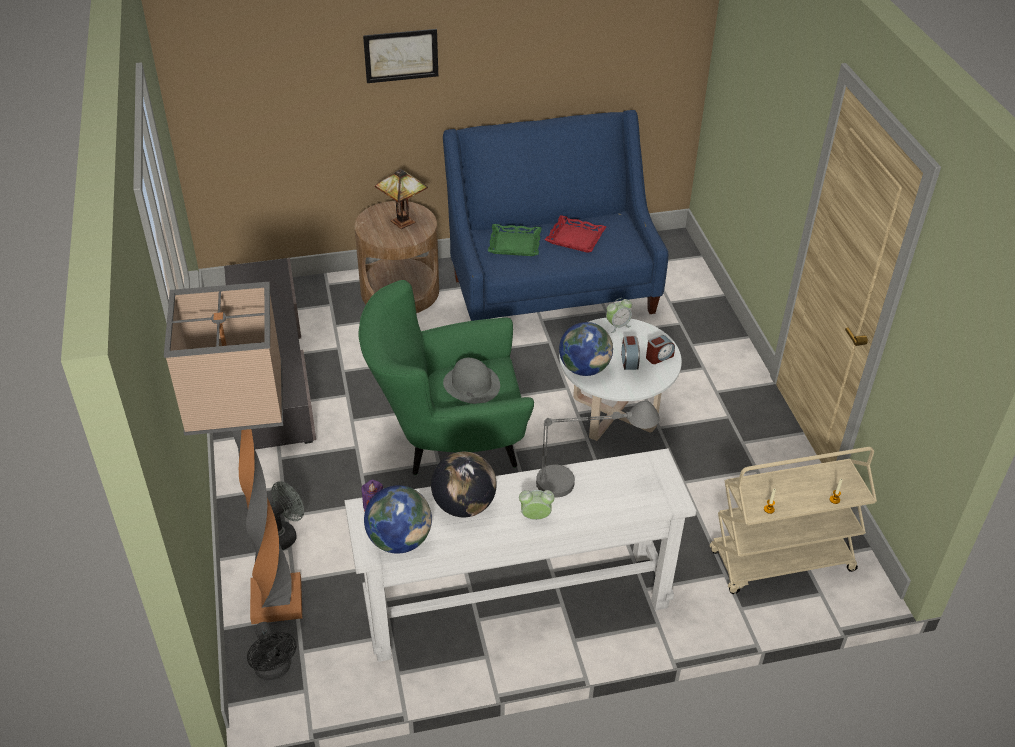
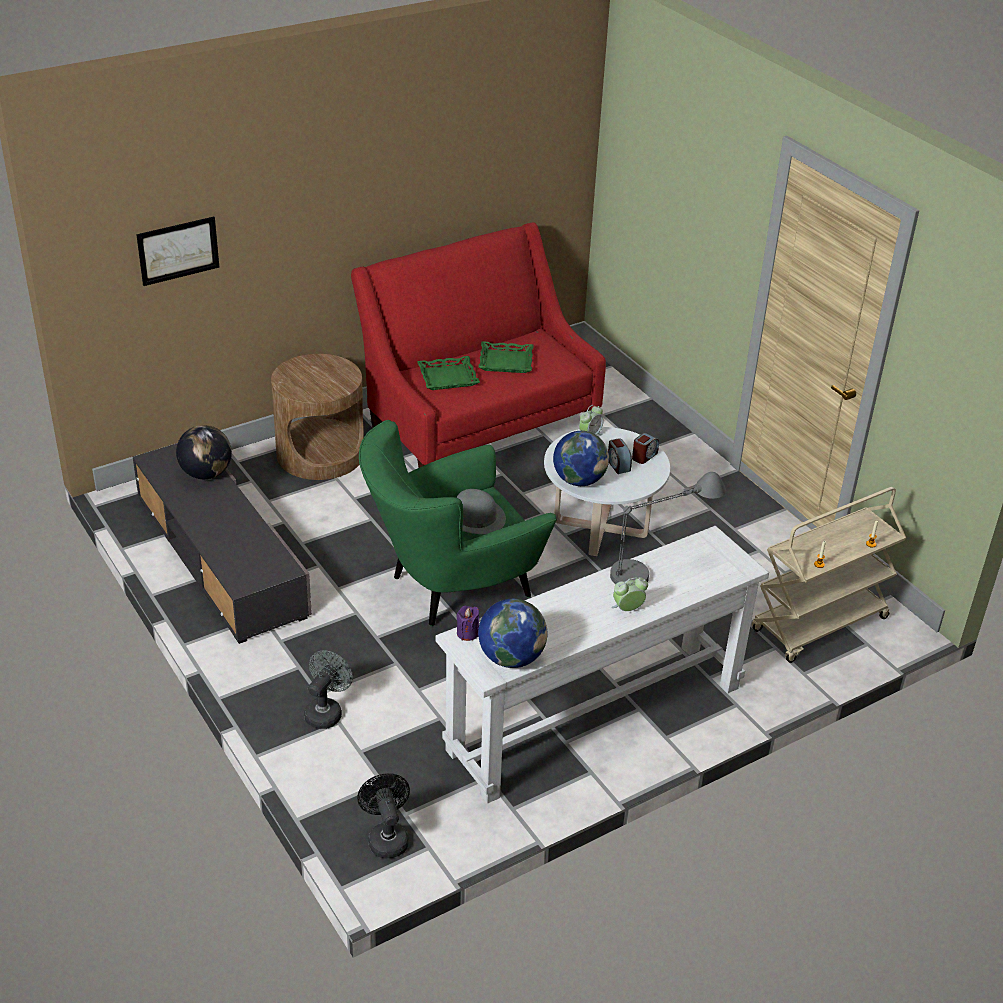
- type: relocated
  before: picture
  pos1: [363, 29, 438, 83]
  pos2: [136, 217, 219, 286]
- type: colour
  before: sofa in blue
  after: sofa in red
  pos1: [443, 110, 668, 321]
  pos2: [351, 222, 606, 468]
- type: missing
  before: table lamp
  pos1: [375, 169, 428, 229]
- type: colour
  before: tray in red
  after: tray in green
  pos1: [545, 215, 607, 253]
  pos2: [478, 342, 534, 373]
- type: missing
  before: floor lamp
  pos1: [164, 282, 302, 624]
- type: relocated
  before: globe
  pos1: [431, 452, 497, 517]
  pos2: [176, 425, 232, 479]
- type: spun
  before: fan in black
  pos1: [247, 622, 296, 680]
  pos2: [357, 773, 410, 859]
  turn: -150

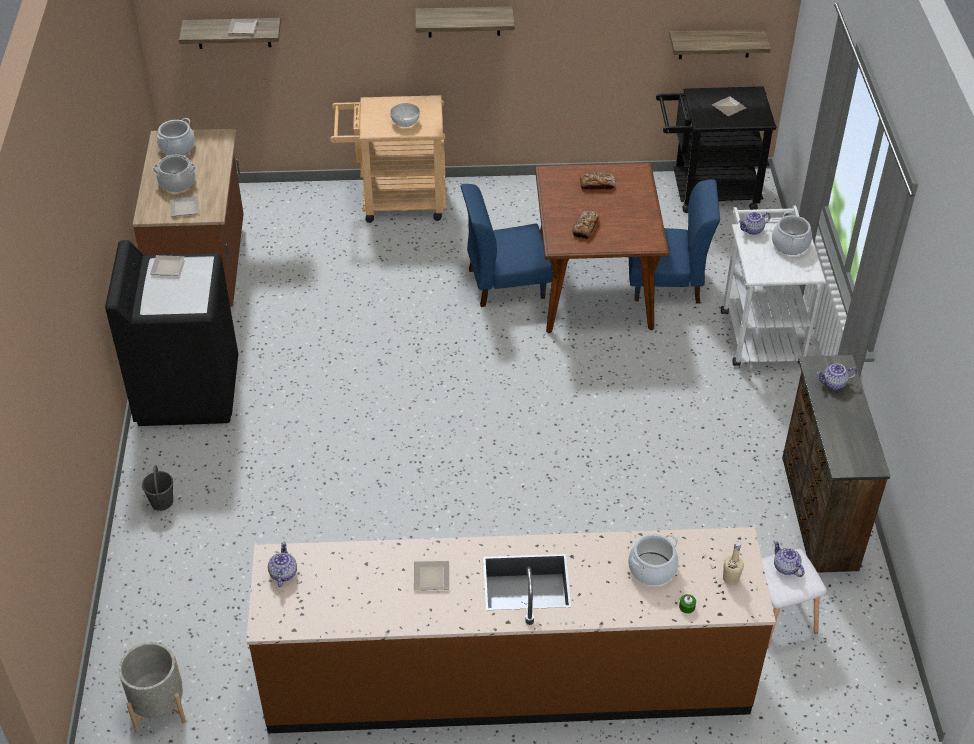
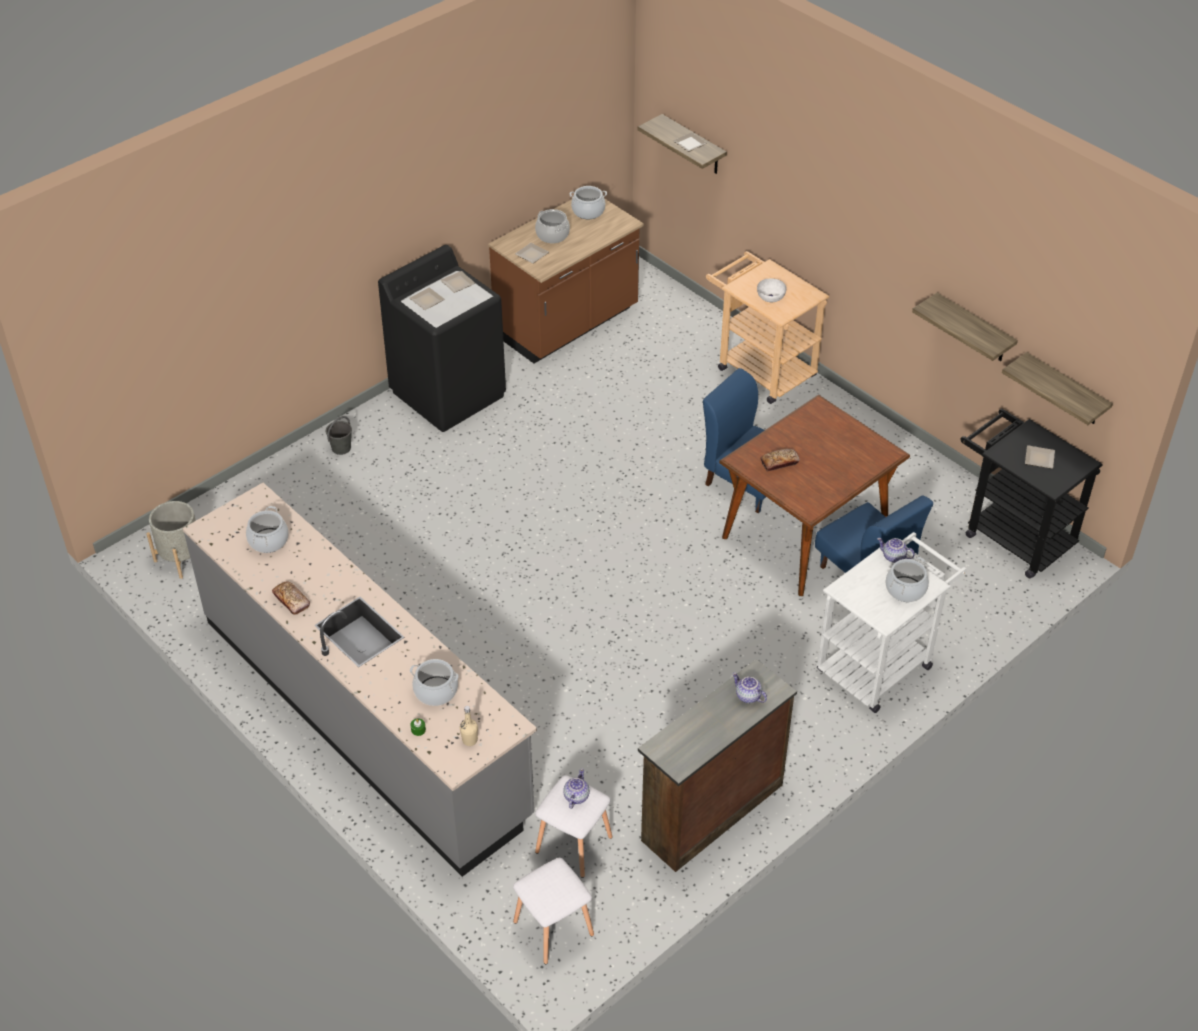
- type: relocated
  before: shelf
  pos1: [415, 6, 515, 38]
  pos2: [912, 293, 1018, 361]
- type: relocated
  before: bread
  pos1: [580, 172, 615, 190]
  pos2: [272, 581, 310, 615]
- type: colour
  before: counter in brown
  after: counter in grey
  pos1: [246, 527, 776, 734]
  pos2: [182, 483, 537, 877]
- type: missing
  before: teapot
  pos1: [268, 542, 297, 587]
- type: relocated
  before: plate
  pos1: [414, 561, 449, 590]
  pos2: [410, 287, 445, 310]
- type: appeared
  after: cooking pot
  pos2: [246, 506, 289, 553]
- type: appeared
  after: stool in white
  pos2: [513, 858, 594, 964]

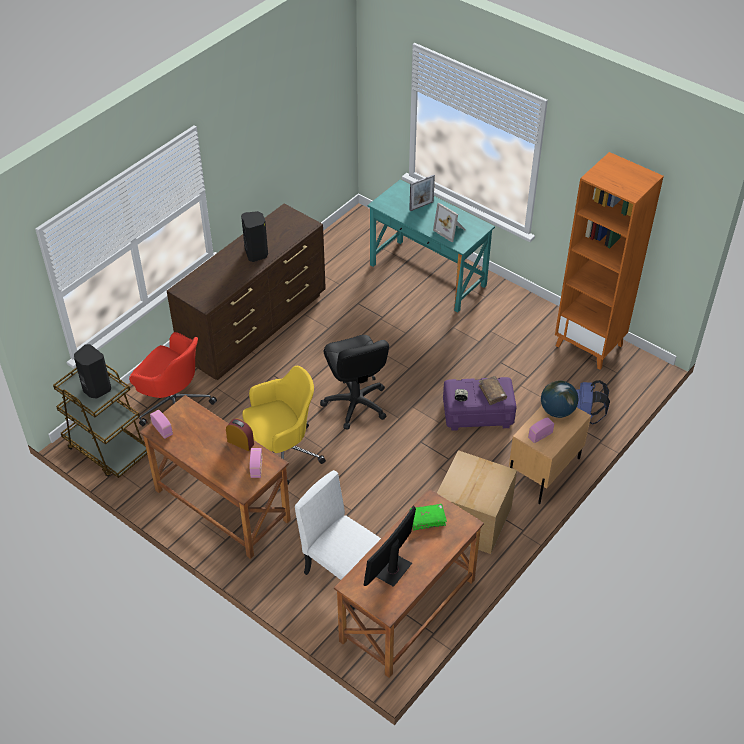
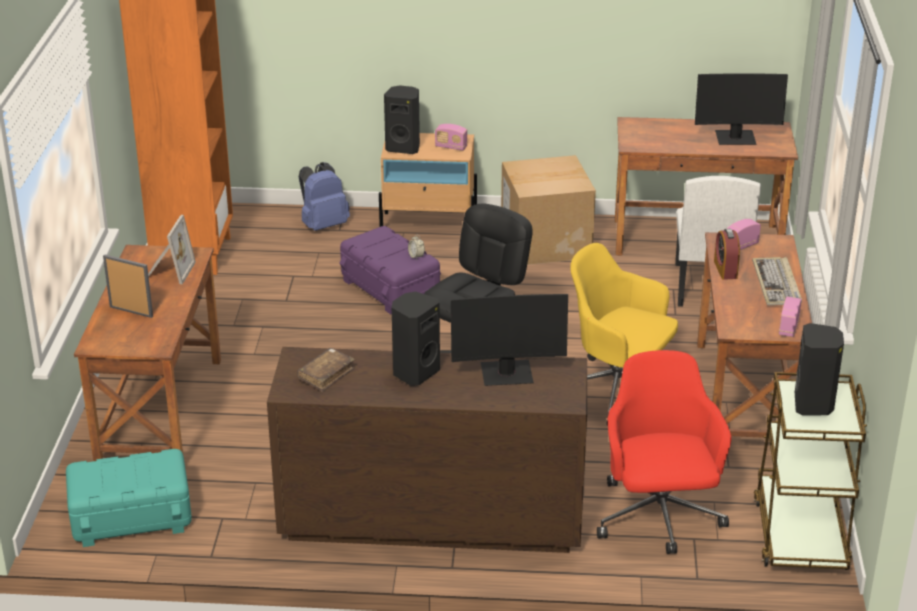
- type: colour
  before: desk in turquoise
  after: desk in brown
  pos1: [368, 179, 495, 312]
  pos2: [74, 245, 221, 461]
- type: relocated
  before: book in brown
  pos1: [479, 376, 507, 405]
  pos2: [297, 348, 355, 392]
- type: exchanged
  before: globe
  after: speaker in black
  pos1: [541, 381, 578, 418]
  pos2: [384, 85, 420, 154]
- type: missing
  before: book in green
  pos1: [410, 504, 447, 530]
- type: appeared
  after: keyboard
  pos2: [752, 257, 802, 306]
- type: appeared
  after: monitor
  pos2: [451, 294, 568, 386]
- type: appeared
  after: storage box in turquoise
  pos2: [66, 449, 192, 547]

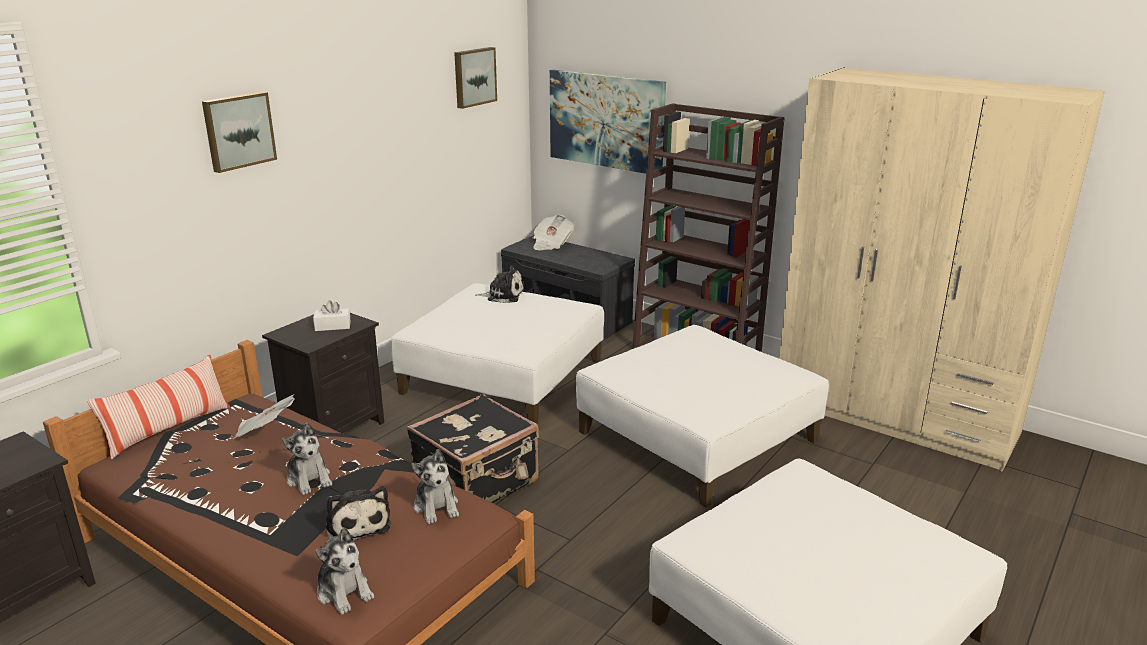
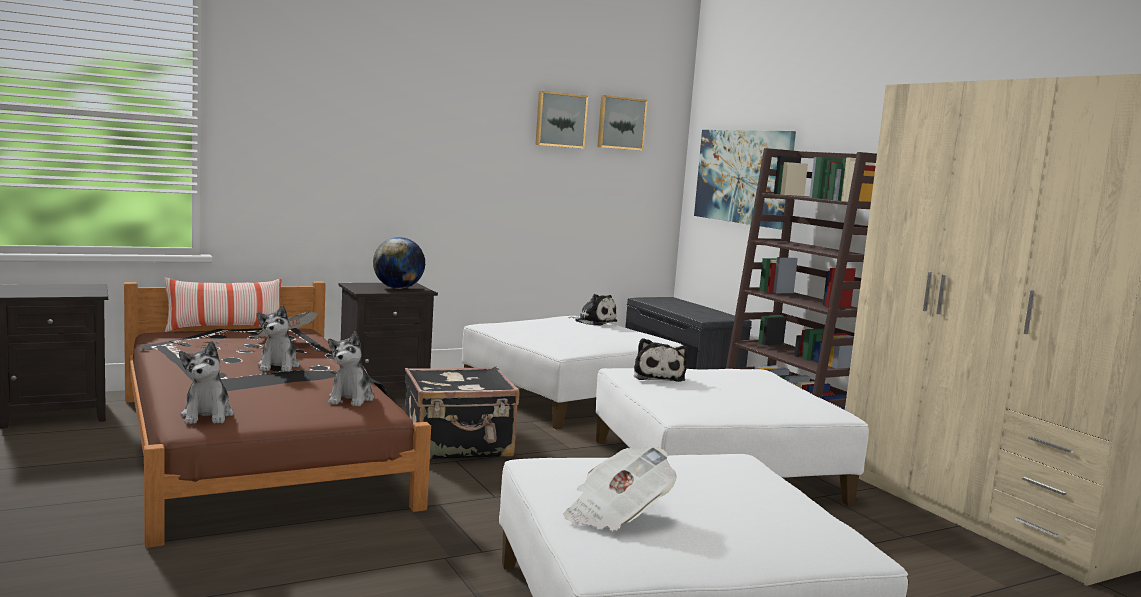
- type: relocated
  before: picture
  pos1: [202, 92, 277, 173]
  pos2: [535, 91, 588, 149]
- type: relocated
  before: newspaper
  pos1: [533, 215, 574, 250]
  pos2: [563, 447, 677, 531]
- type: exchanged
  before: tissue box in white
  after: globe
  pos1: [313, 300, 351, 331]
  pos2: [373, 237, 425, 289]
- type: relocated
  before: plush toy
  pos1: [325, 486, 391, 540]
  pos2: [634, 338, 688, 382]

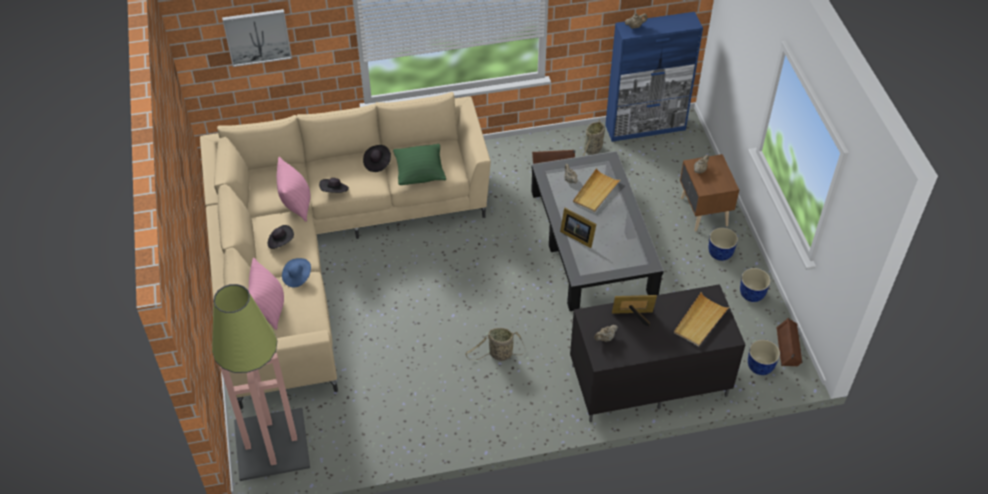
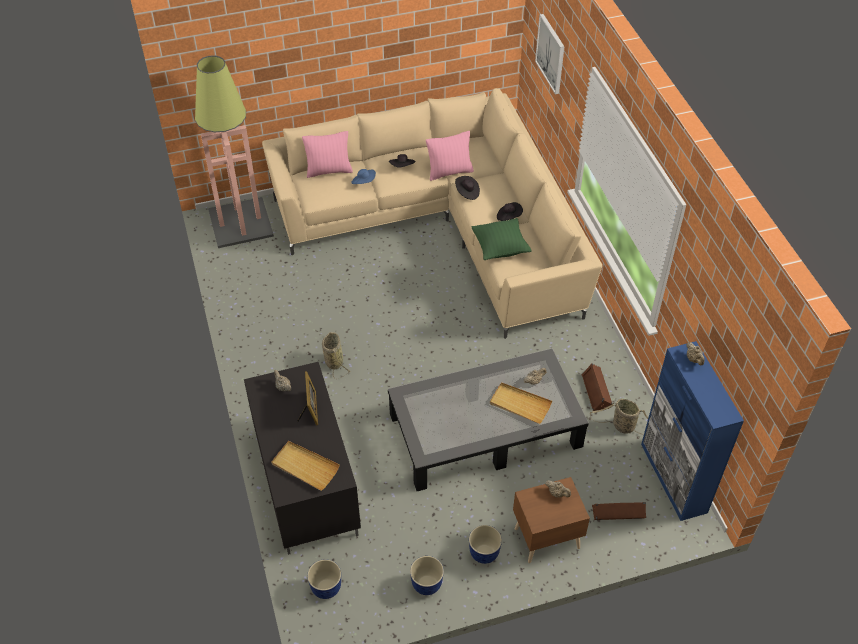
- type: missing
  before: picture frame
  pos1: [560, 208, 596, 248]
- type: relocated
  before: speaker in brown
  pos1: [776, 317, 803, 366]
  pos2: [592, 502, 646, 520]

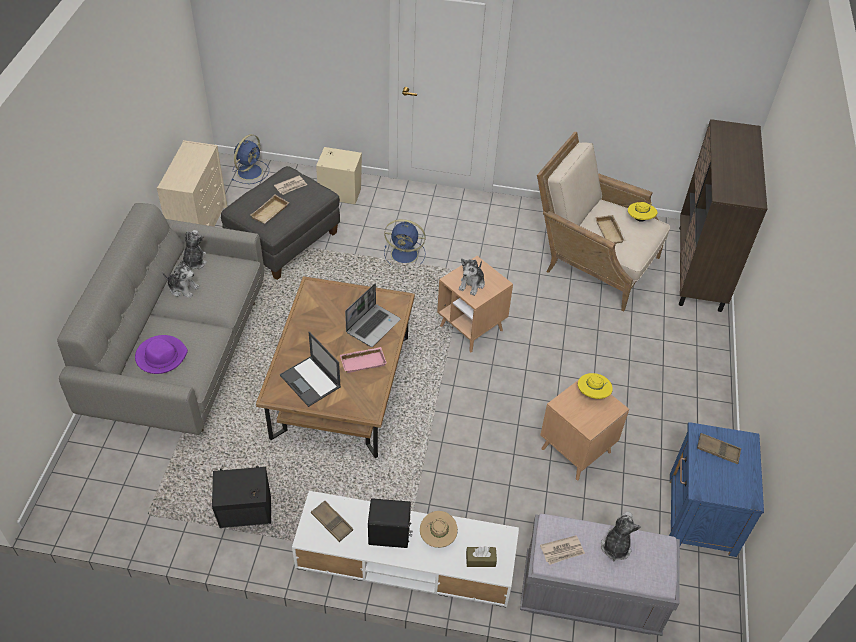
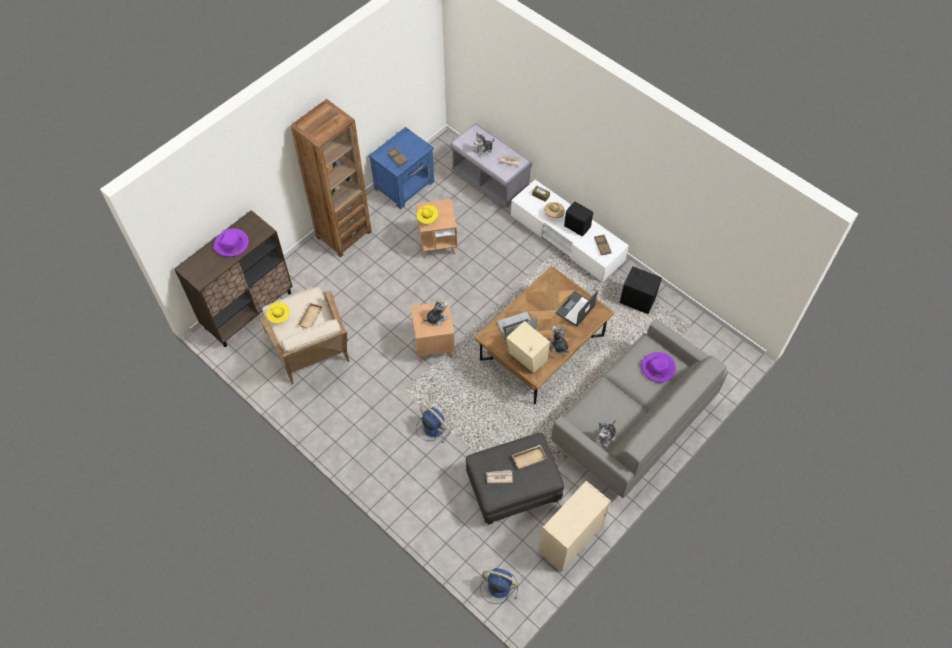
- type: spun
  before: fan in blue
  pos1: [231, 134, 269, 184]
  pos2: [481, 568, 518, 604]
  turn: 45
- type: relocated
  before: speaker in beige
  pos1: [316, 147, 362, 204]
  pos2: [506, 321, 550, 373]
- type: relocated
  before: plush toy
  pos1: [162, 260, 200, 298]
  pos2: [550, 326, 569, 354]
- type: spun
  before: laptop
  pos1: [280, 332, 341, 407]
  pos2: [556, 290, 598, 327]
  turn: -135
- type: missing
  before: tray in pink
  pos1: [340, 347, 387, 373]
- type: appeared
  after: bookcase in brown
  pos2: [290, 99, 372, 257]
- type: appeared
  after: hat in purple
  pos2: [213, 228, 249, 257]

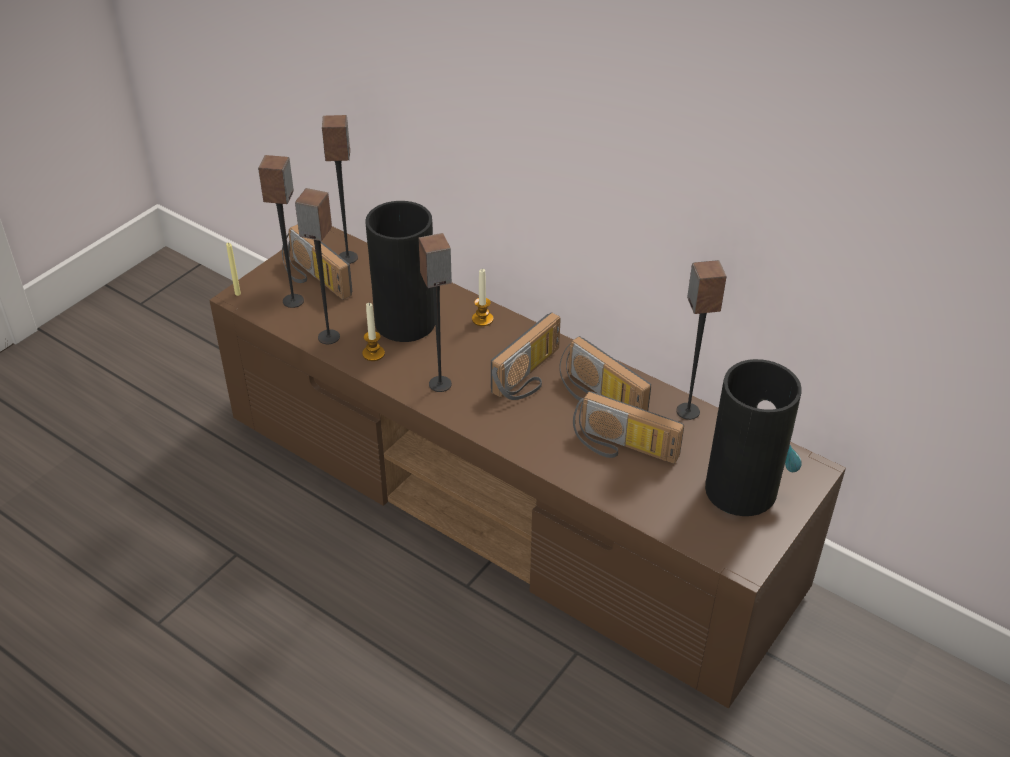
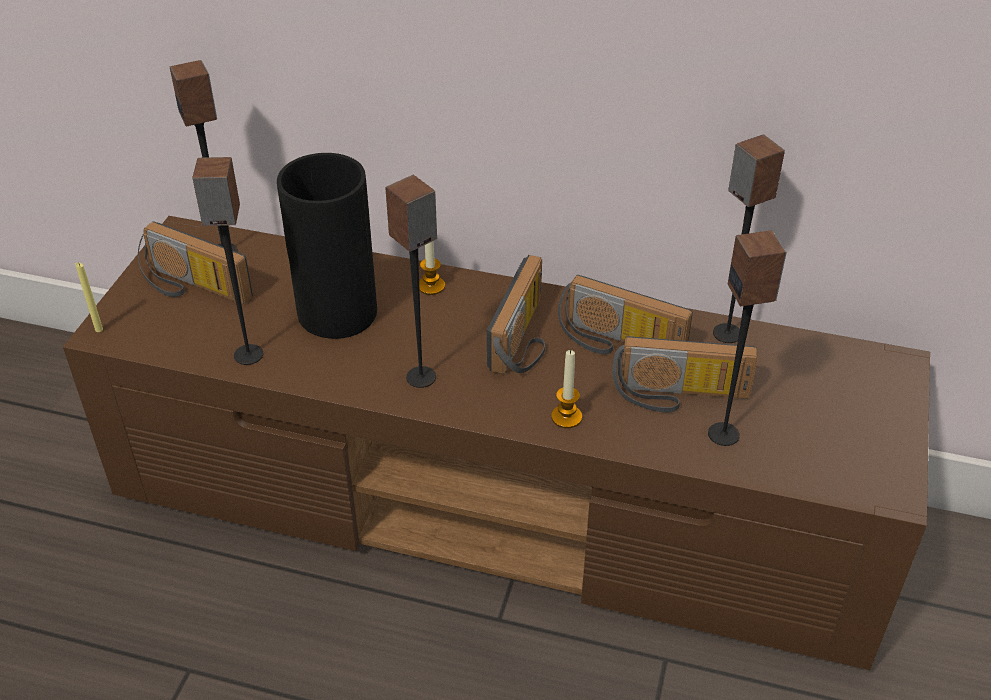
- type: relocated
  before: speaker
  pos1: [258, 155, 304, 308]
  pos2: [708, 231, 787, 446]
- type: relocated
  before: candle
  pos1: [362, 303, 385, 361]
  pos2: [551, 350, 582, 428]
- type: missing
  before: vase
  pos1: [705, 359, 802, 516]

